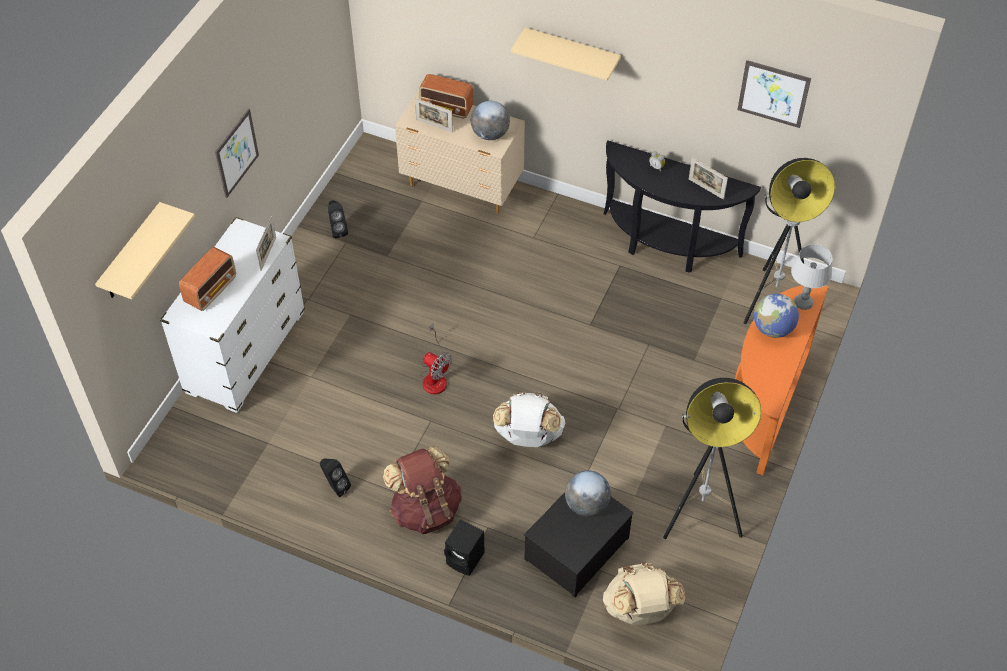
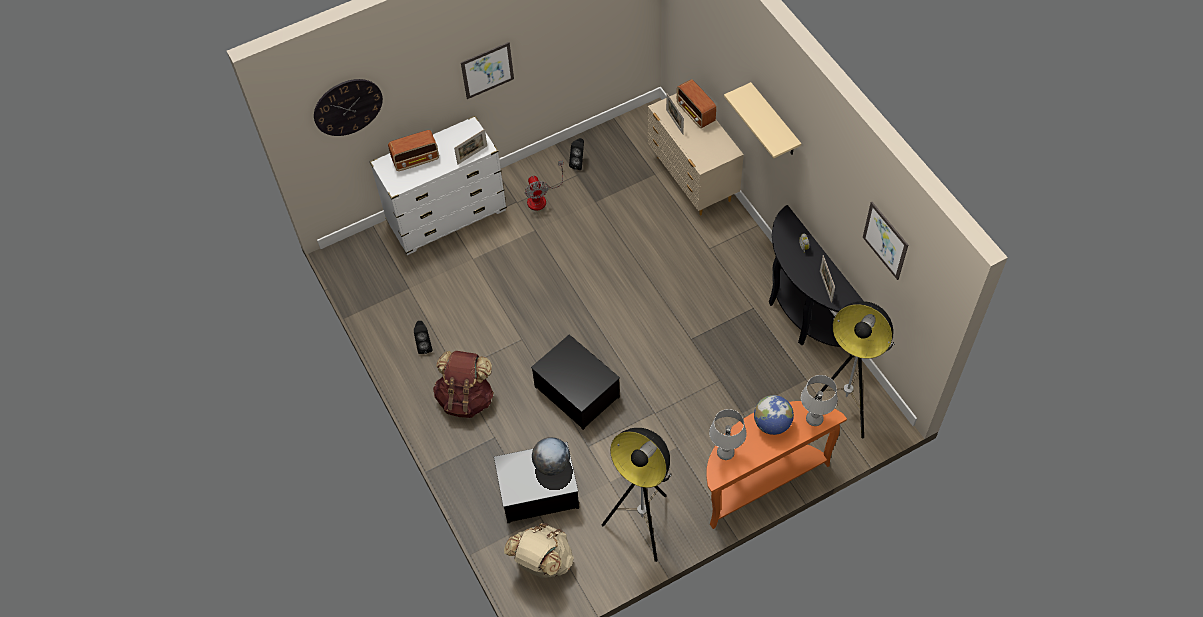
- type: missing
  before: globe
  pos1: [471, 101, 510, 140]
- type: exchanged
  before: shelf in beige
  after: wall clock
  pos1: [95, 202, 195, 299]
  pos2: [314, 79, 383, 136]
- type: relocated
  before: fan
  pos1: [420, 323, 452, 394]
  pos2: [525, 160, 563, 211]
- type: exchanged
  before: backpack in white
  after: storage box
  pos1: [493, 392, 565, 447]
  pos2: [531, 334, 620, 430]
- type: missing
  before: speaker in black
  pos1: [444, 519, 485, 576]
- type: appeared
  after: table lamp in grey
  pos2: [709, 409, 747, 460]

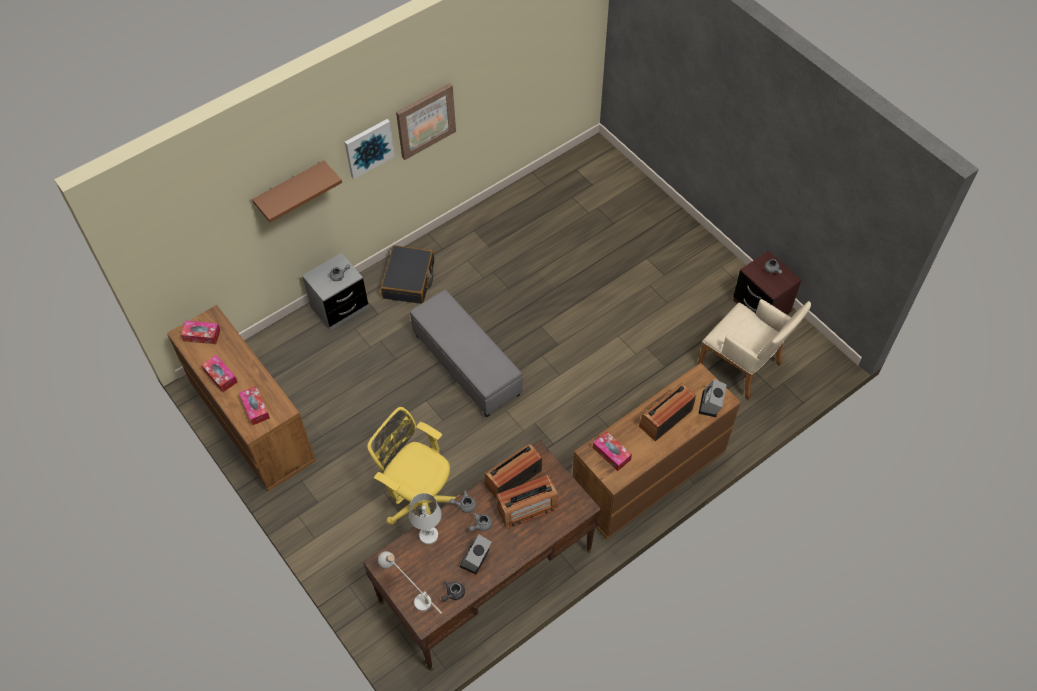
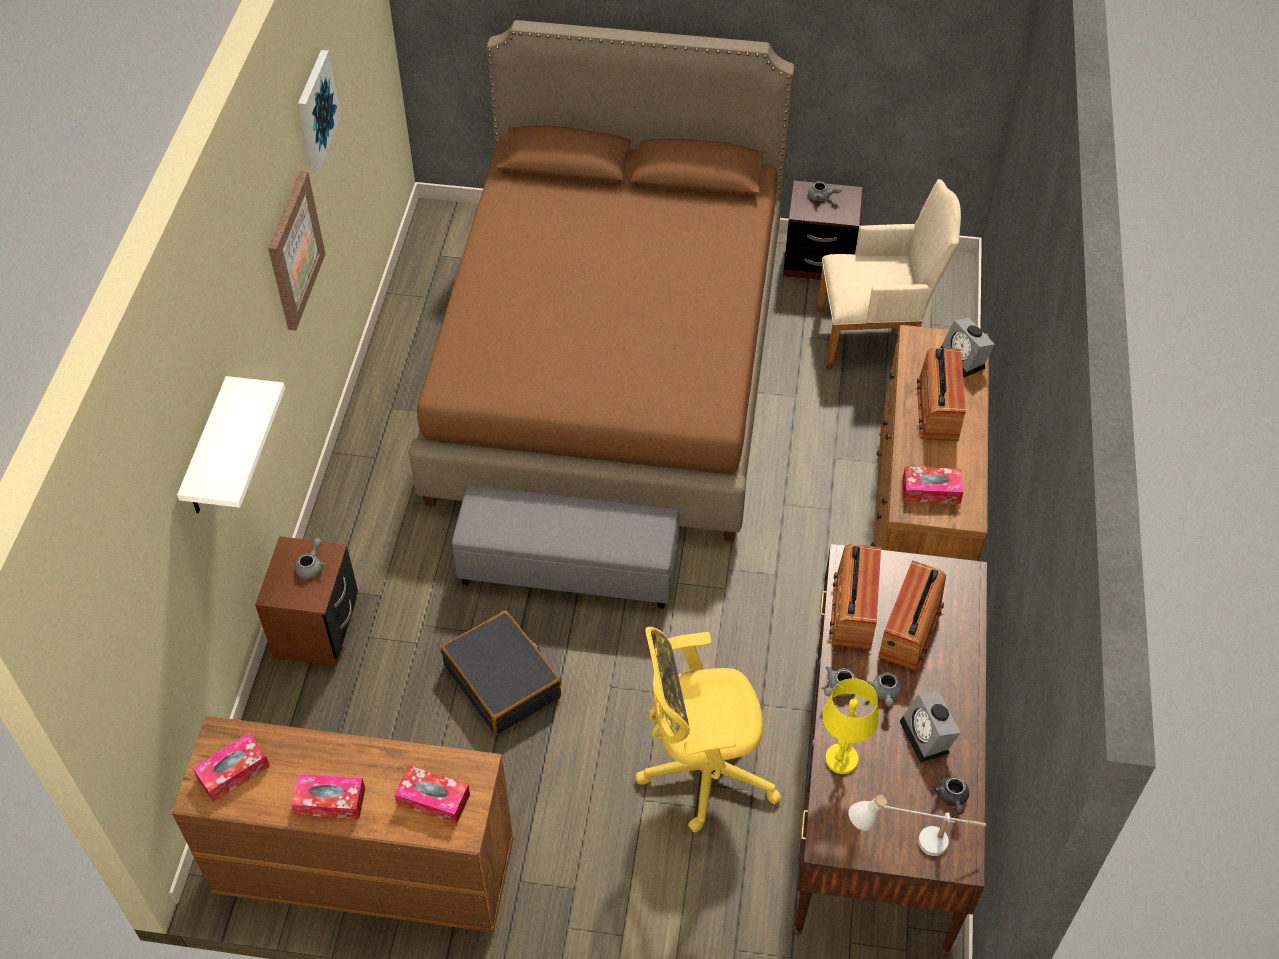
- type: relocated
  before: picture
  pos1: [345, 119, 395, 179]
  pos2: [298, 50, 341, 172]
- type: colour
  before: shelf in brown
  after: shelf in white
  pos1: [252, 161, 342, 222]
  pos2: [177, 376, 285, 513]
- type: relocated
  before: suitcase in black
  pos1: [381, 245, 434, 304]
  pos2: [441, 610, 561, 735]
- type: colour
  before: nightstand in grey
  after: nightstand in brown
  pos1: [302, 253, 368, 330]
  pos2: [255, 536, 358, 666]
- type: colour
  before: table lamp in white
  after: table lamp in yellow
  pos1: [409, 493, 441, 544]
  pos2: [822, 678, 879, 774]
- type: appeared
  after: bed in brown
  pos2: [409, 20, 794, 542]

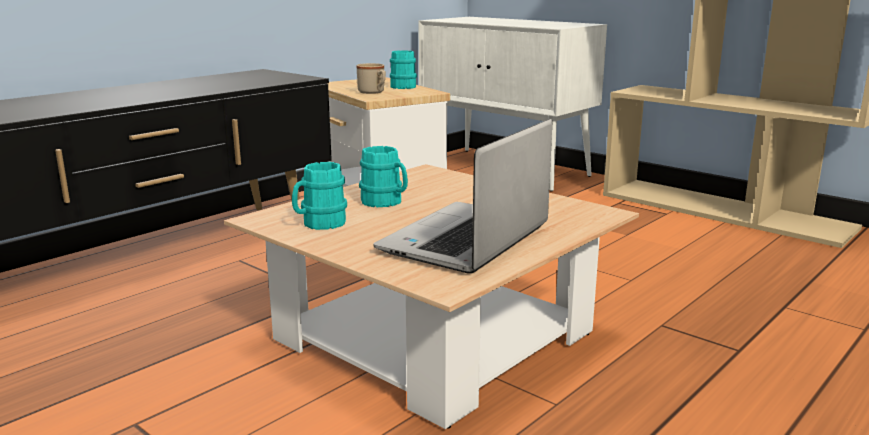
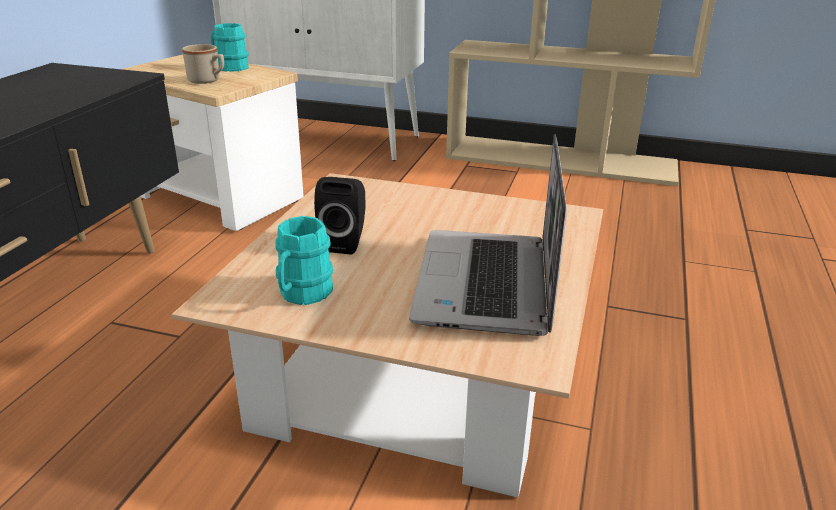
- type: exchanged
  before: mug in turquoise
  after: speaker in black
  pos1: [359, 146, 408, 207]
  pos2: [314, 177, 365, 255]

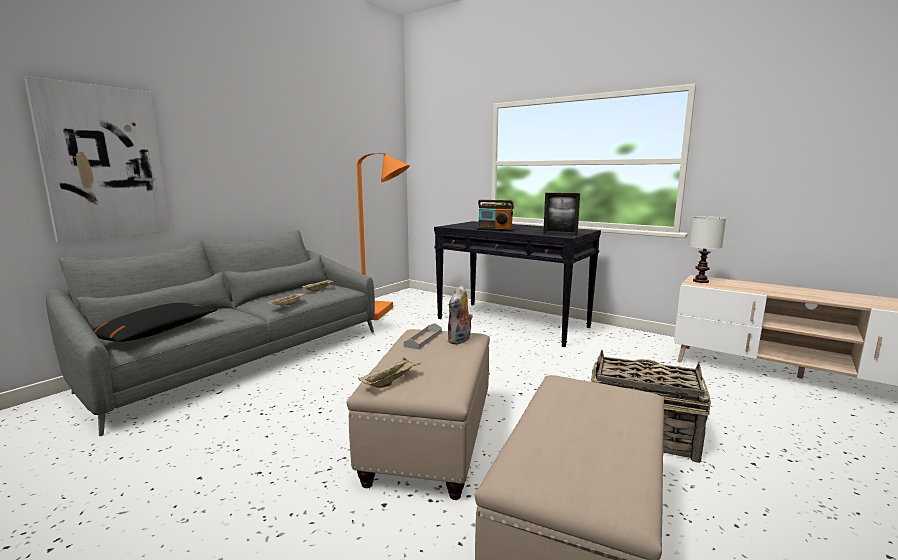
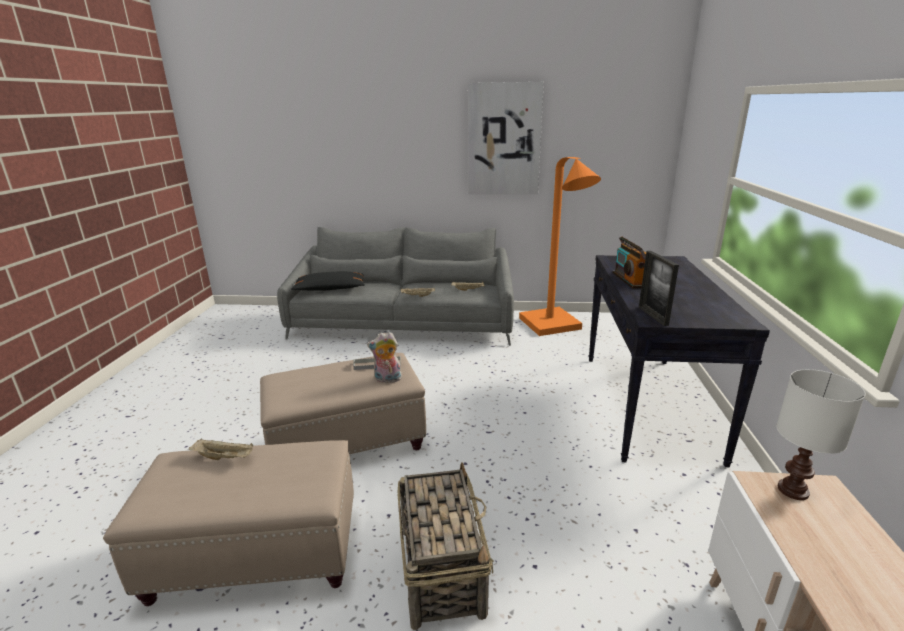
- type: relocated
  before: picture
  pos1: [24, 76, 170, 242]
  pos2: [468, 82, 544, 194]
- type: relocated
  before: tray in beige
  pos1: [358, 358, 420, 388]
  pos2: [189, 439, 253, 460]

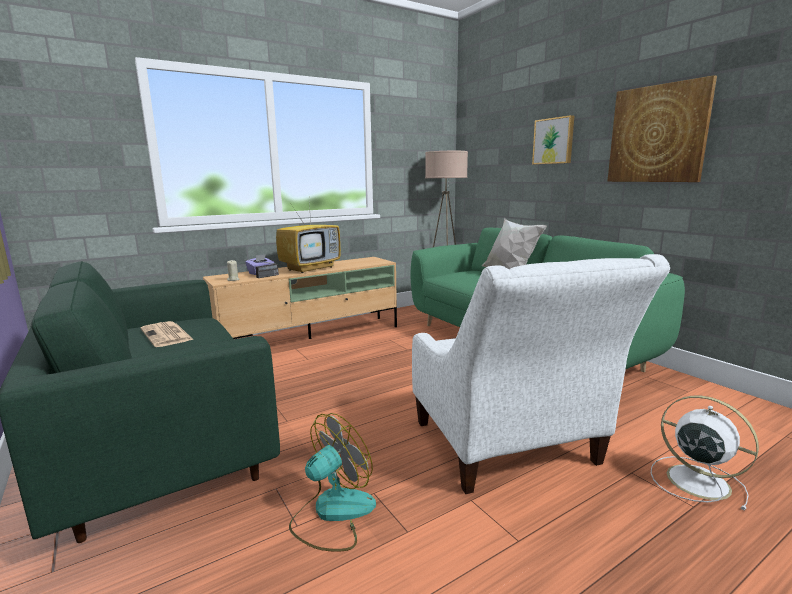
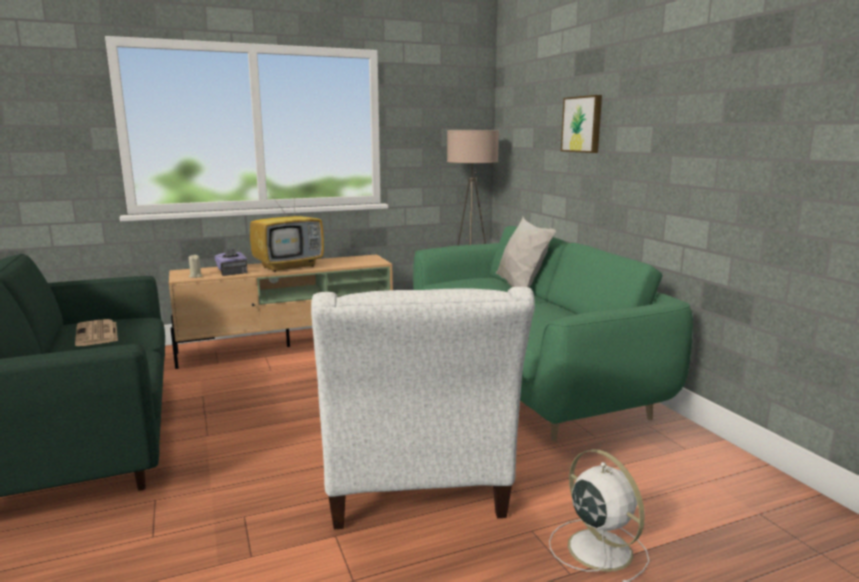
- type: missing
  before: picture
  pos1: [607, 75, 717, 182]
- type: missing
  before: fan
  pos1: [289, 413, 376, 552]

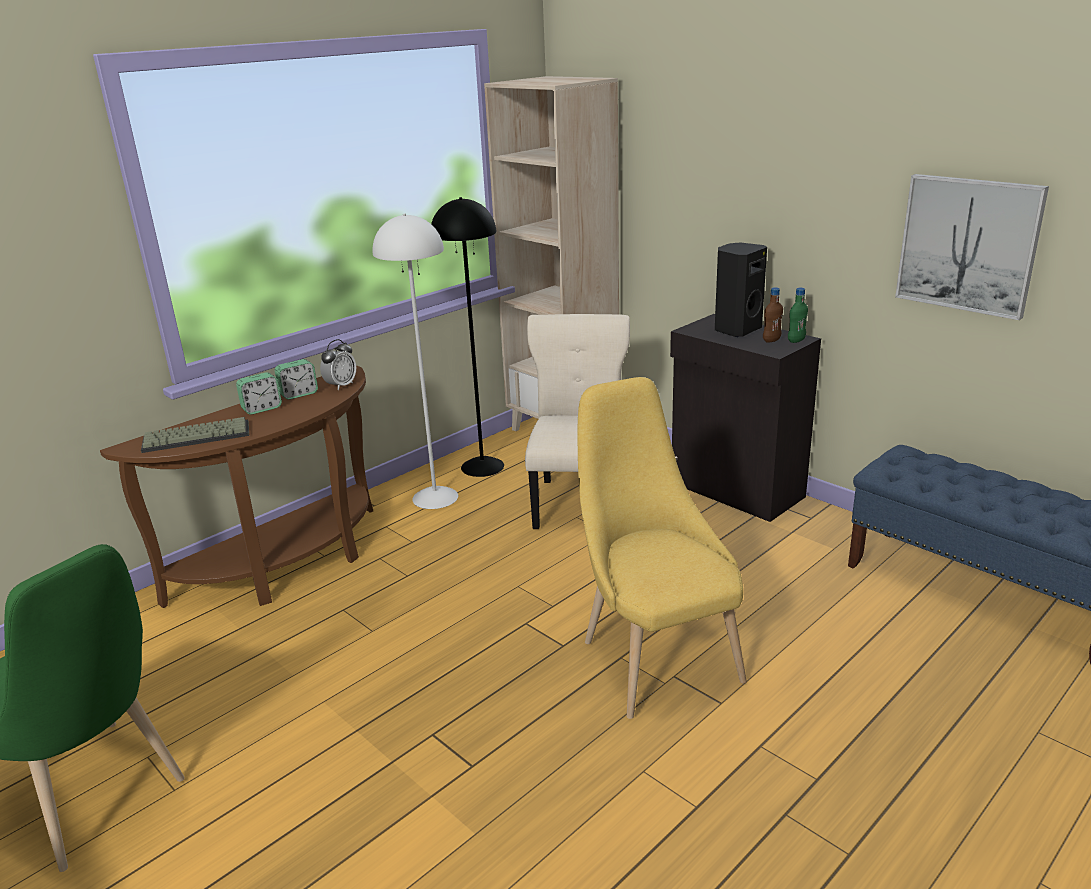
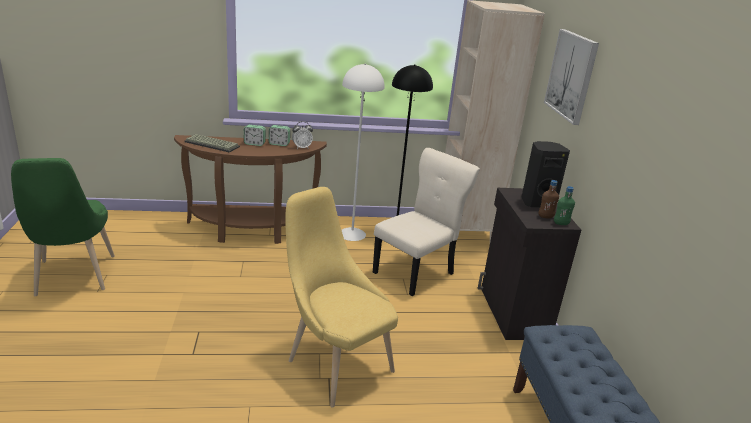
- type: relocated
  before: picture
  pos1: [895, 174, 1049, 320]
  pos2: [544, 29, 599, 125]
- type: spun
  before: chair in yellow
  pos1: [577, 377, 747, 719]
  pos2: [285, 187, 398, 407]
  turn: -60

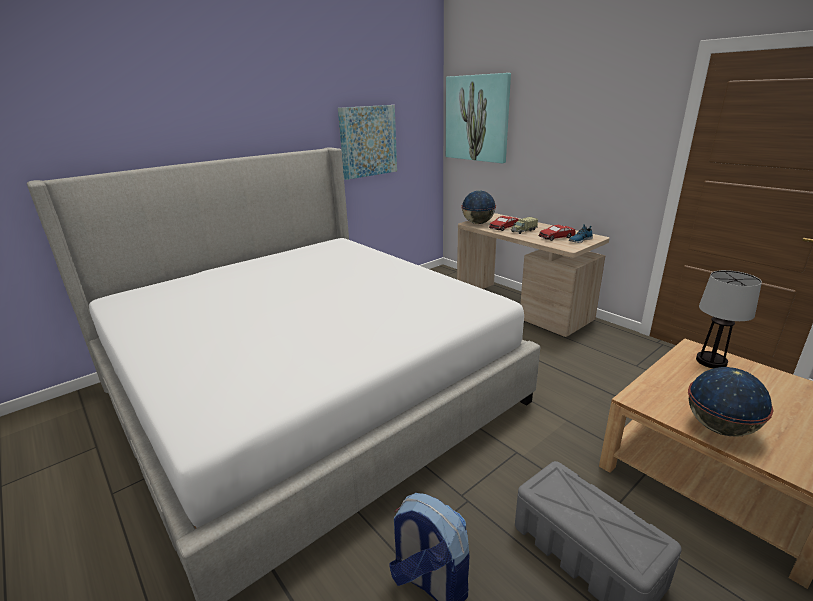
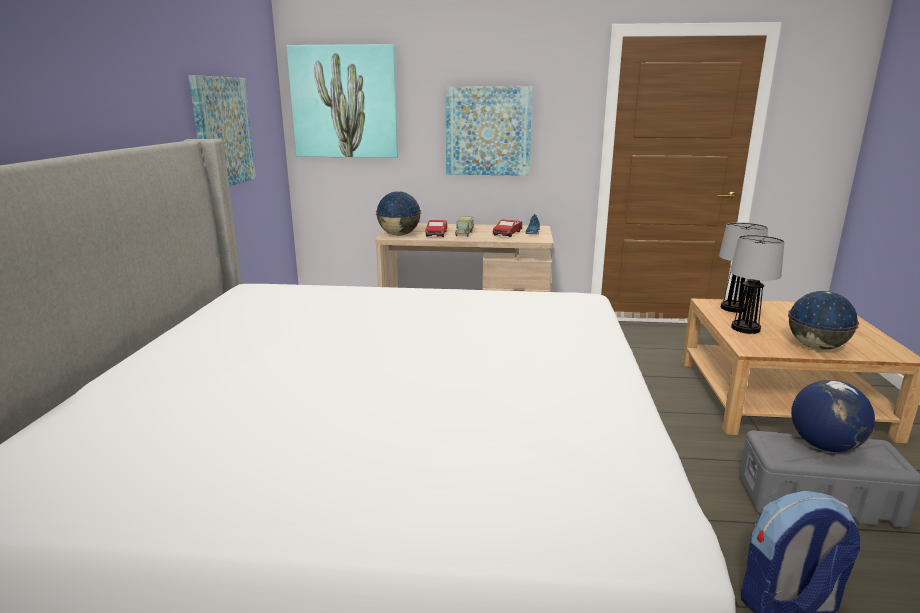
- type: appeared
  after: picture
  pos2: [446, 87, 533, 176]
- type: appeared
  after: table lamp
  pos2: [730, 235, 784, 334]
- type: appeared
  after: globe
  pos2: [791, 380, 875, 452]

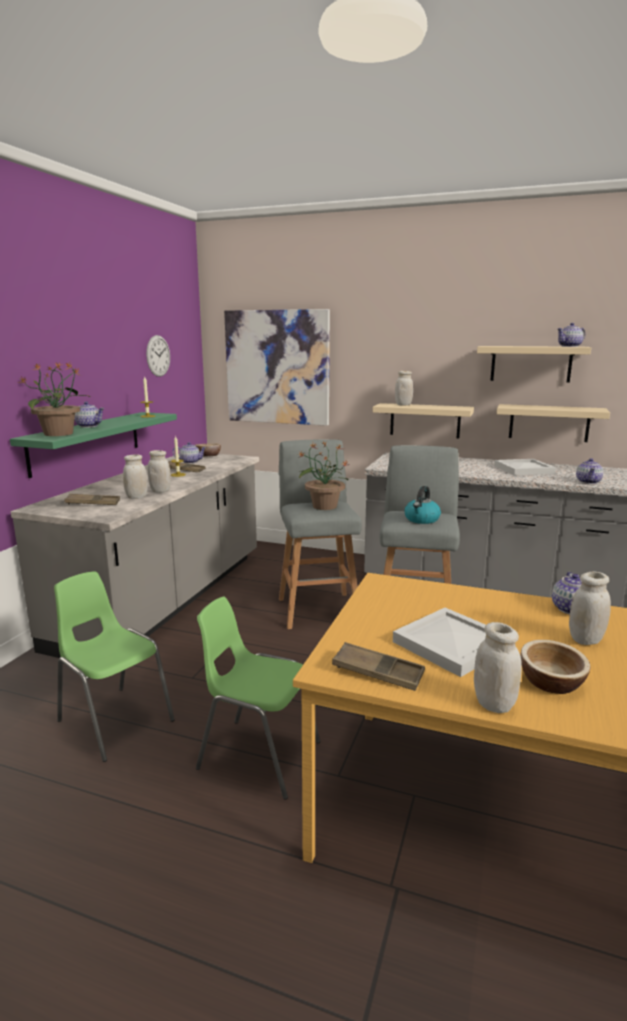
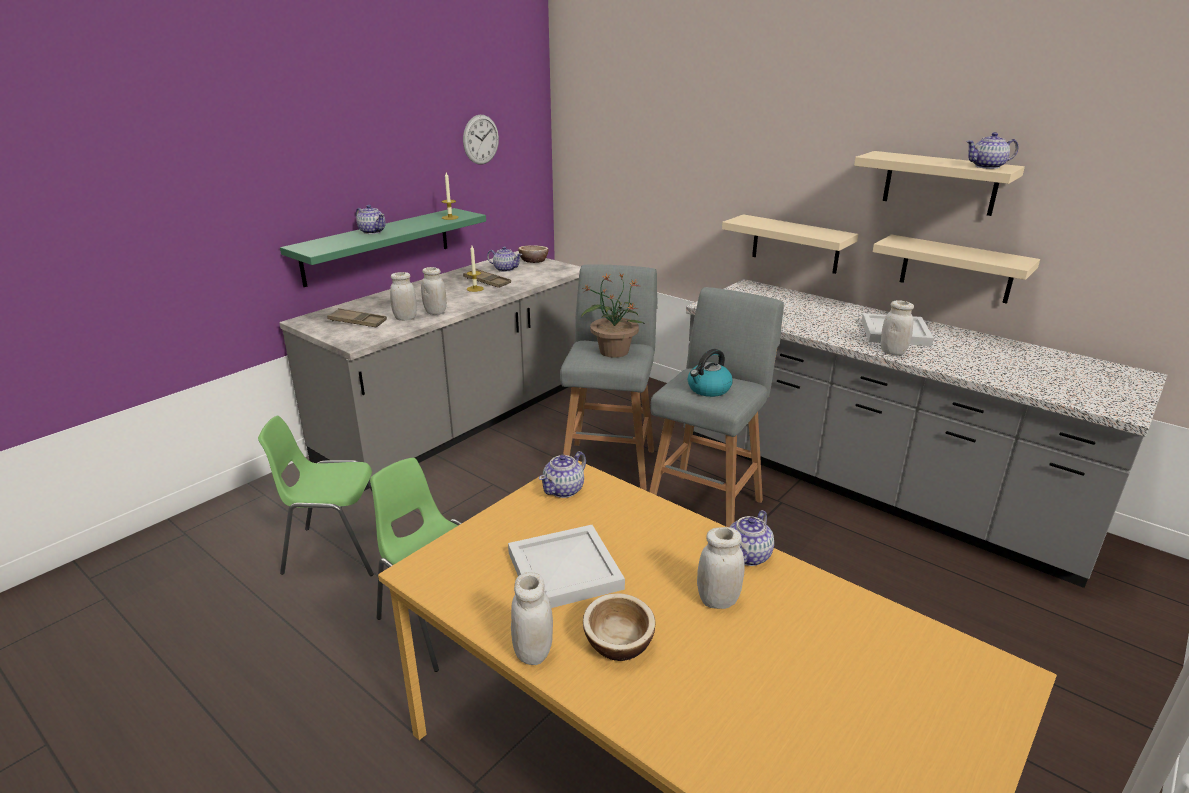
- type: missing
  before: picture
  pos1: [224, 309, 330, 426]
- type: missing
  before: potted plant
  pos1: [17, 362, 92, 436]
- type: relocated
  before: jar in white
  pos1: [395, 371, 413, 405]
  pos2: [881, 300, 914, 355]
- type: relocated
  before: teapot
  pos1: [576, 458, 603, 484]
  pos2: [539, 451, 586, 498]
- type: spun
  before: chair in green
  pos1: [54, 571, 175, 762]
  pos2: [258, 416, 392, 576]
  turn: -60
- type: missing
  before: tray in brown
  pos1: [332, 642, 425, 691]

